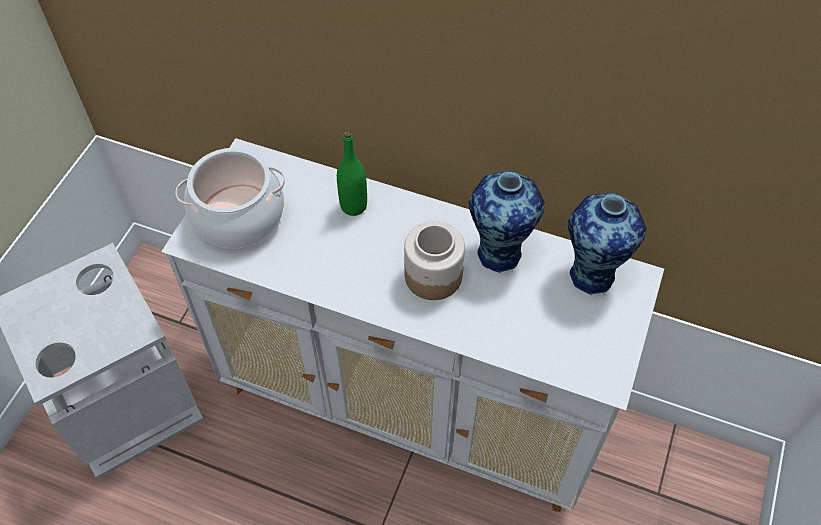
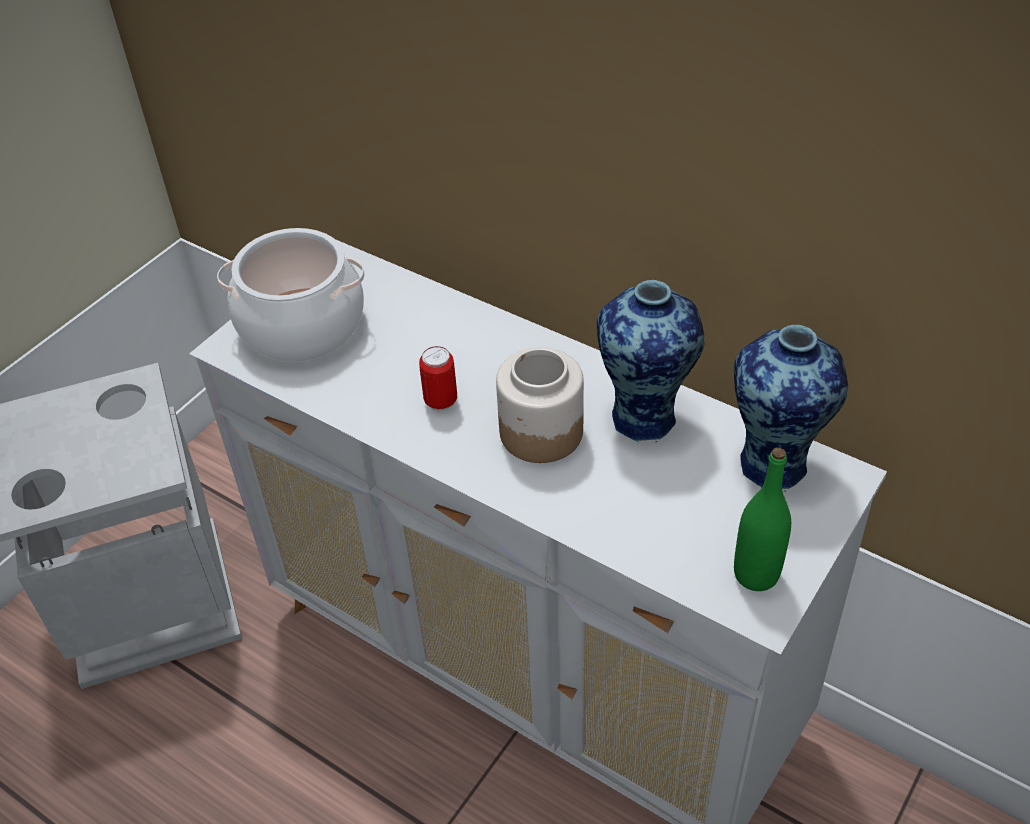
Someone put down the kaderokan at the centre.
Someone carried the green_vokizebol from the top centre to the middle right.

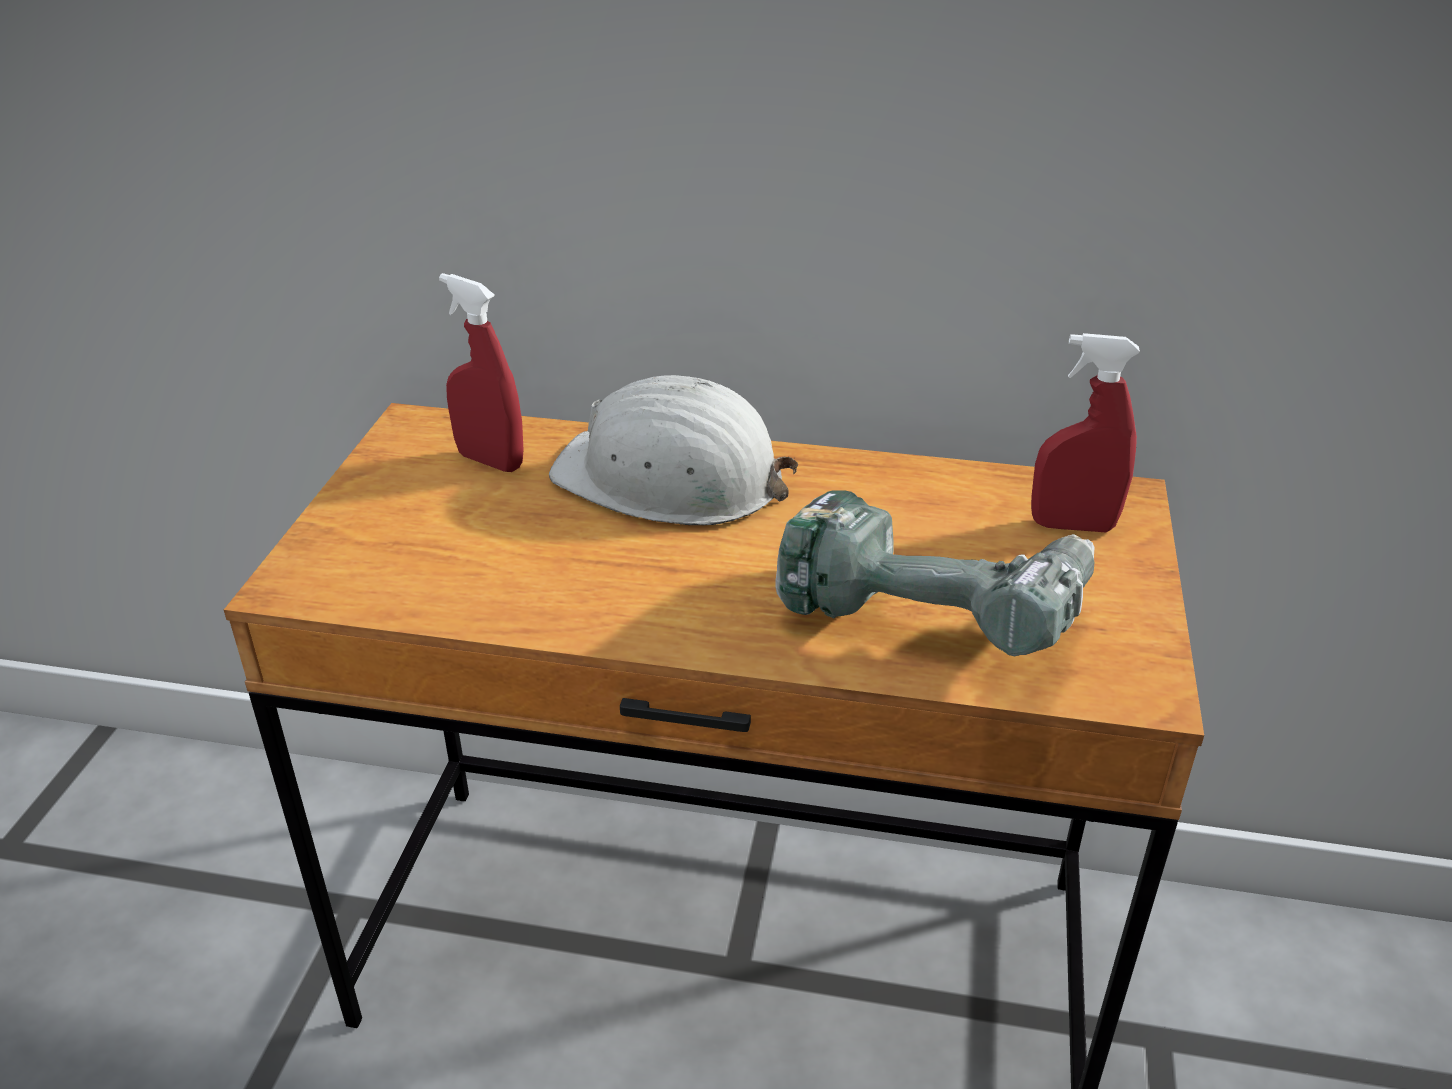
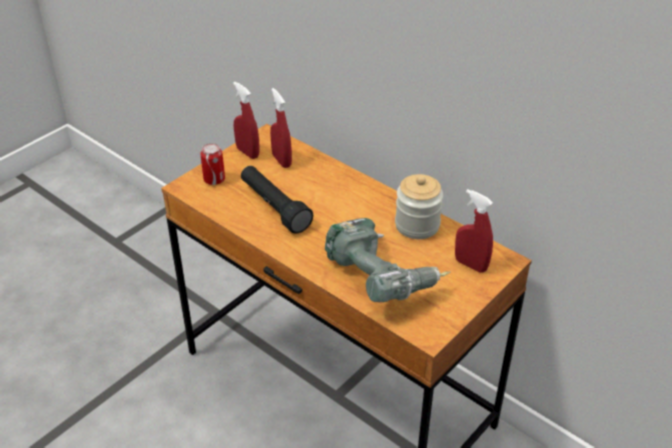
Someone put down the kaderokan at the middle left.
Someone put down the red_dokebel (no. 1 from left) at the top centre.
Someone put down the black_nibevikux at the centre.
Someone put down the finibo at the centre.
Someone took away the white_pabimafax at the centre.

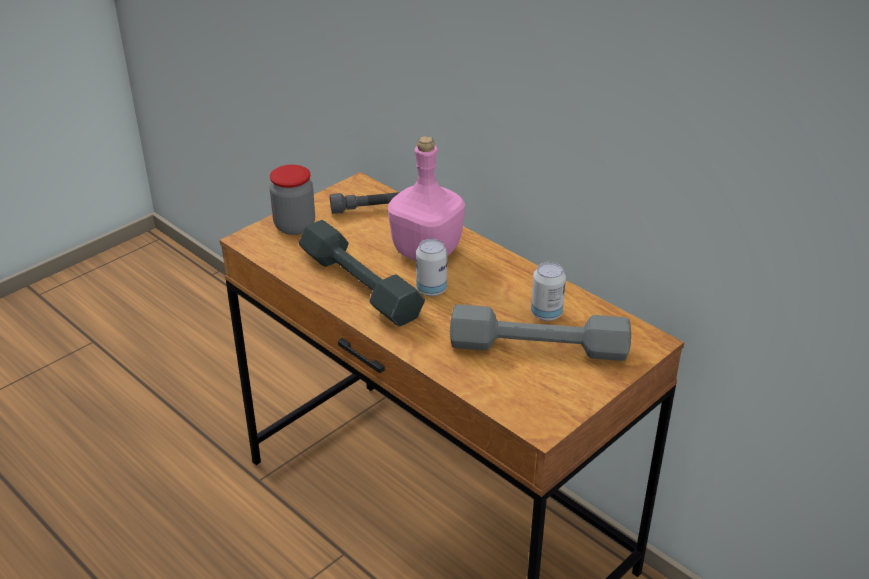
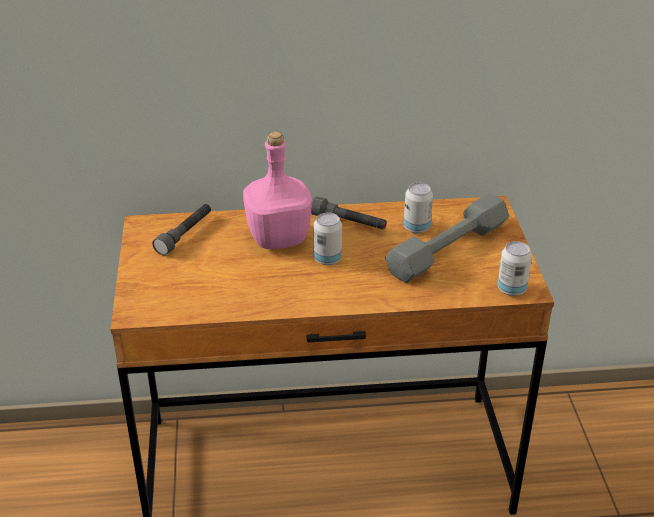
Someone put down the grey_nibevikux (no. 2 from left) at the centre.
Someone put down the kaderokan (no. 3 from left) at the middle right.
Someone took away the finibo at the centre.
Someone took away the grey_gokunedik (no. 1 from left) at the centre.

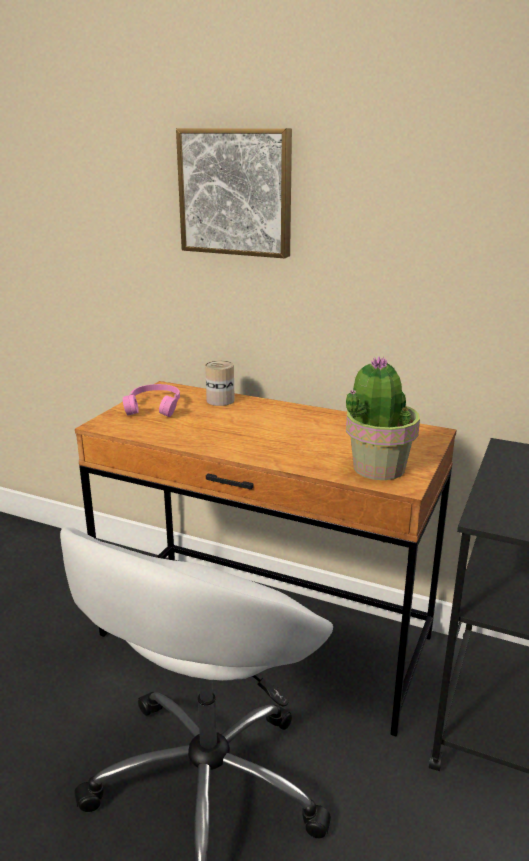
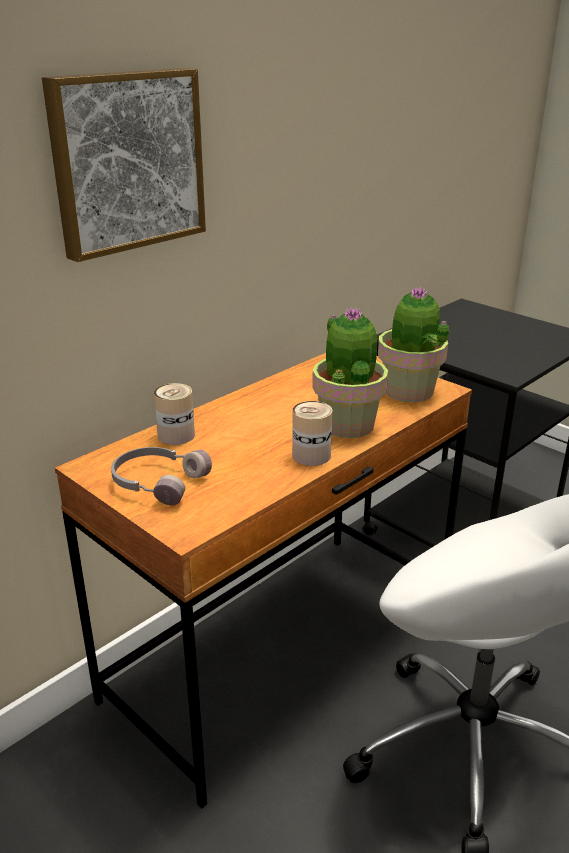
Someone repainted the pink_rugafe at the middle left, which became the grey_rugafe at the middle left.
Someone put down the kaderokan (no. 2 from left) at the centre.
Someone put down the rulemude (no. 1 from left) at the centre.

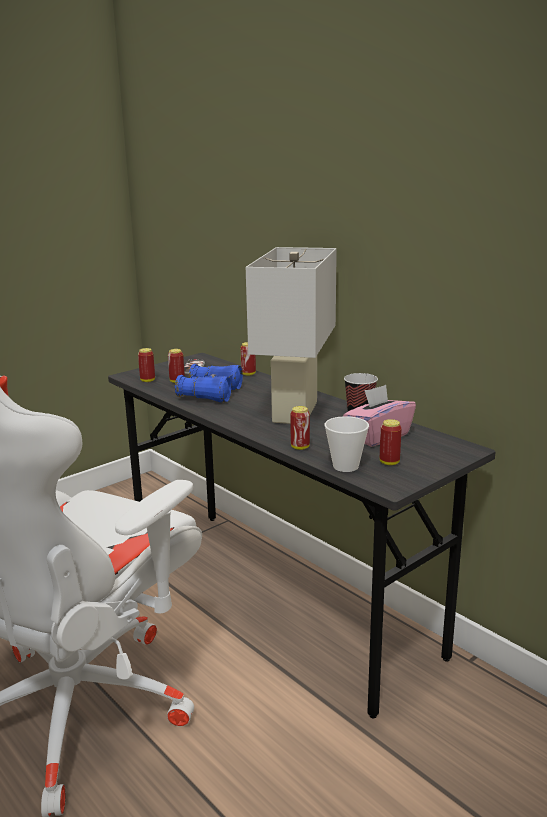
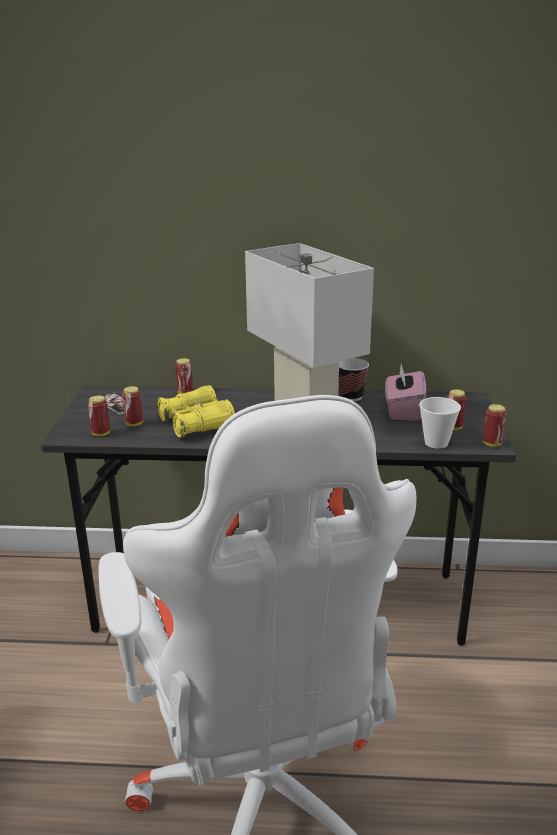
Someone repainted the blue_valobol at the centre, which became the yellow_valobol at the centre.
Someone carried the kaderokan (no. 4 from left in the first image) from the centre to the middle right.

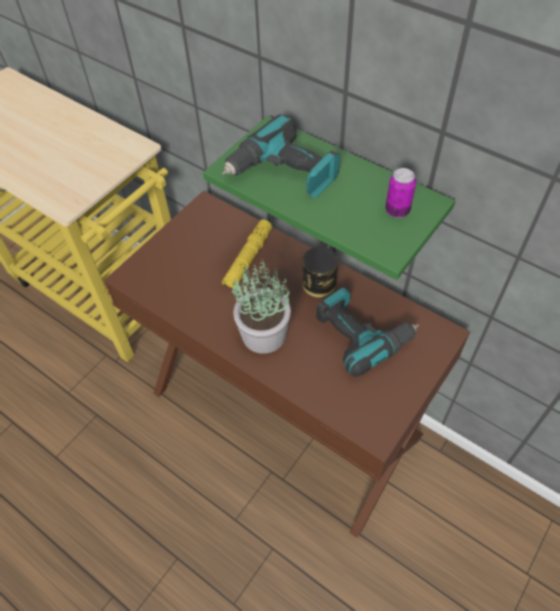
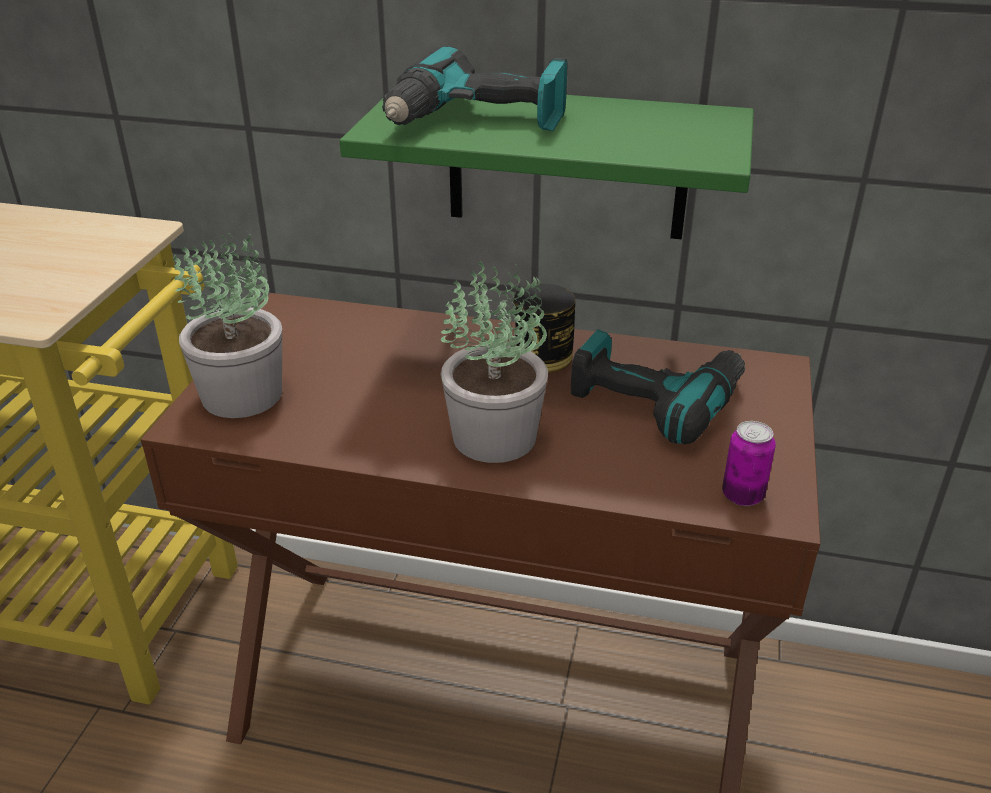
Someone put down the rulemude (no. 1 from left) at the middle left.
Someone carried the kaderokan (no. 2 from left) from the top right to the middle right.
Someone took away the yellow_nibevikux at the centre.

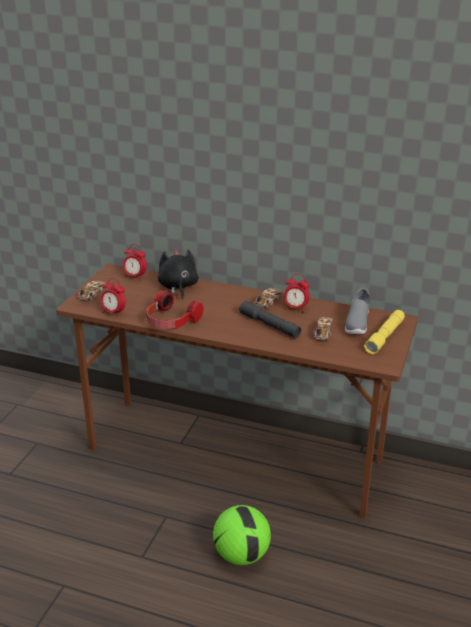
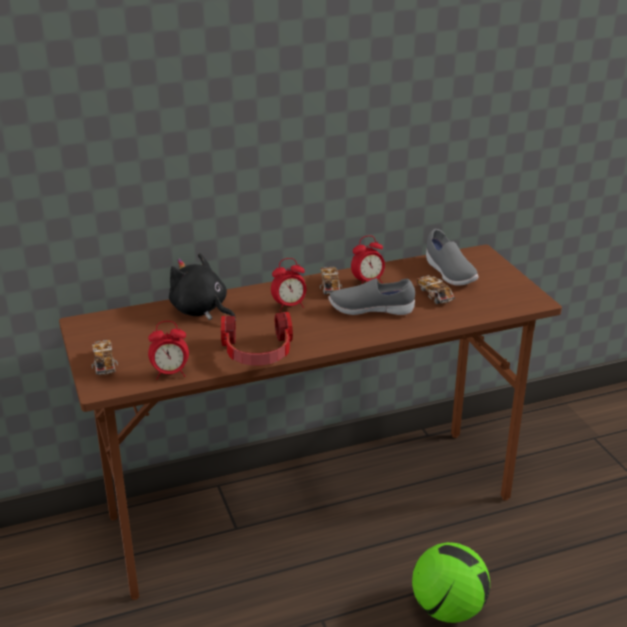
Someone carried the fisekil (no. 2 from left) from the middle left to the centre.
Someone swapped the grey_nibevikux at the centre for the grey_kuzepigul (no. 1 from left) at the centre.
Someone took away the yellow_nibevikux at the middle right.

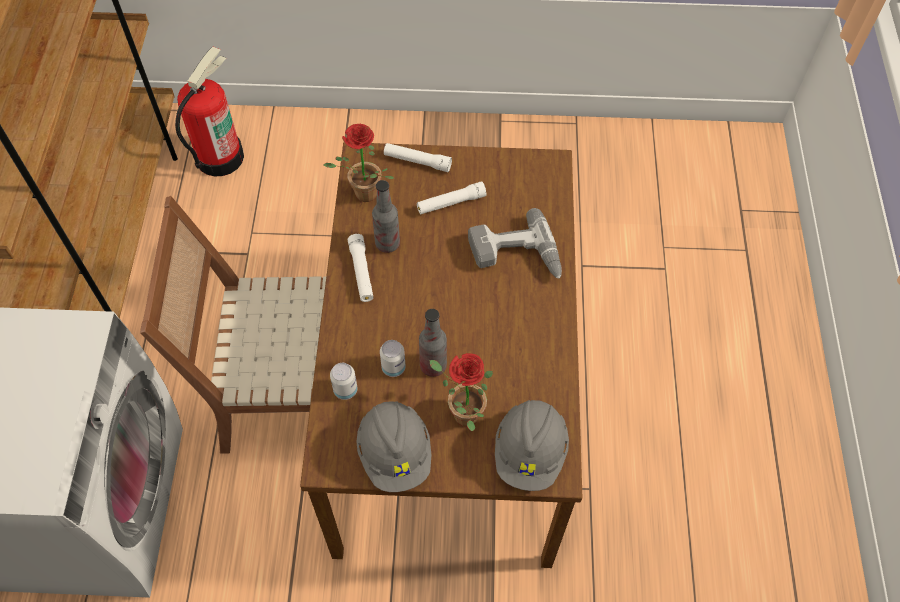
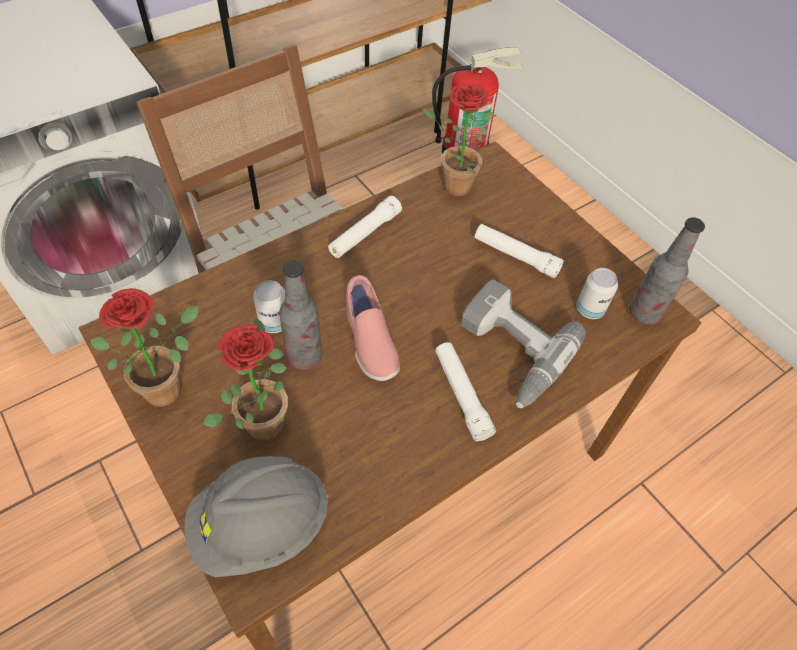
Someone swapped the grey_pabimafax (no. 1 from left) at the bottom centre for the rulemude (no. 1 from left) at the middle left.
Someone put down the pink_kuzepigul at the centre.
Someone carried the white_nibevikux (no. 2 from left) from the top centre to the centre.
Someone carried the kaderokan (no. 1 from left in the first image) from the centre to the middle right.
Someone carried the vokizebol (no. 1 from left in the first image) from the centre to the middle right.

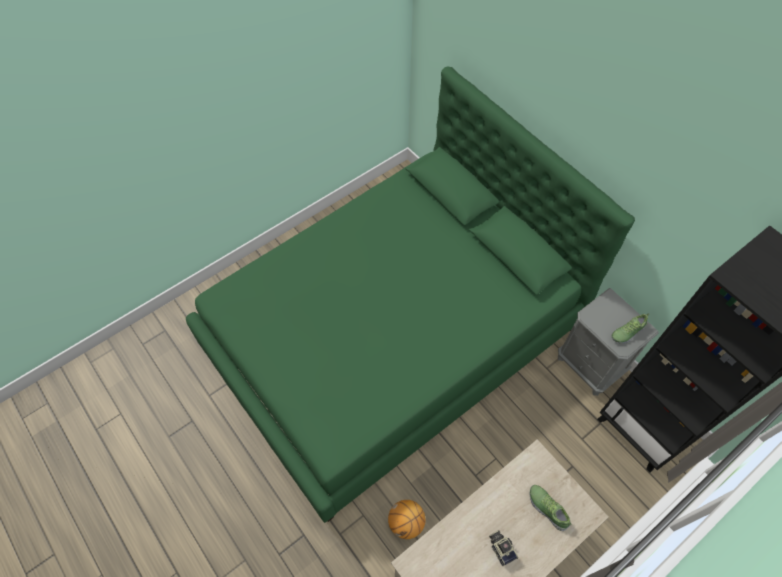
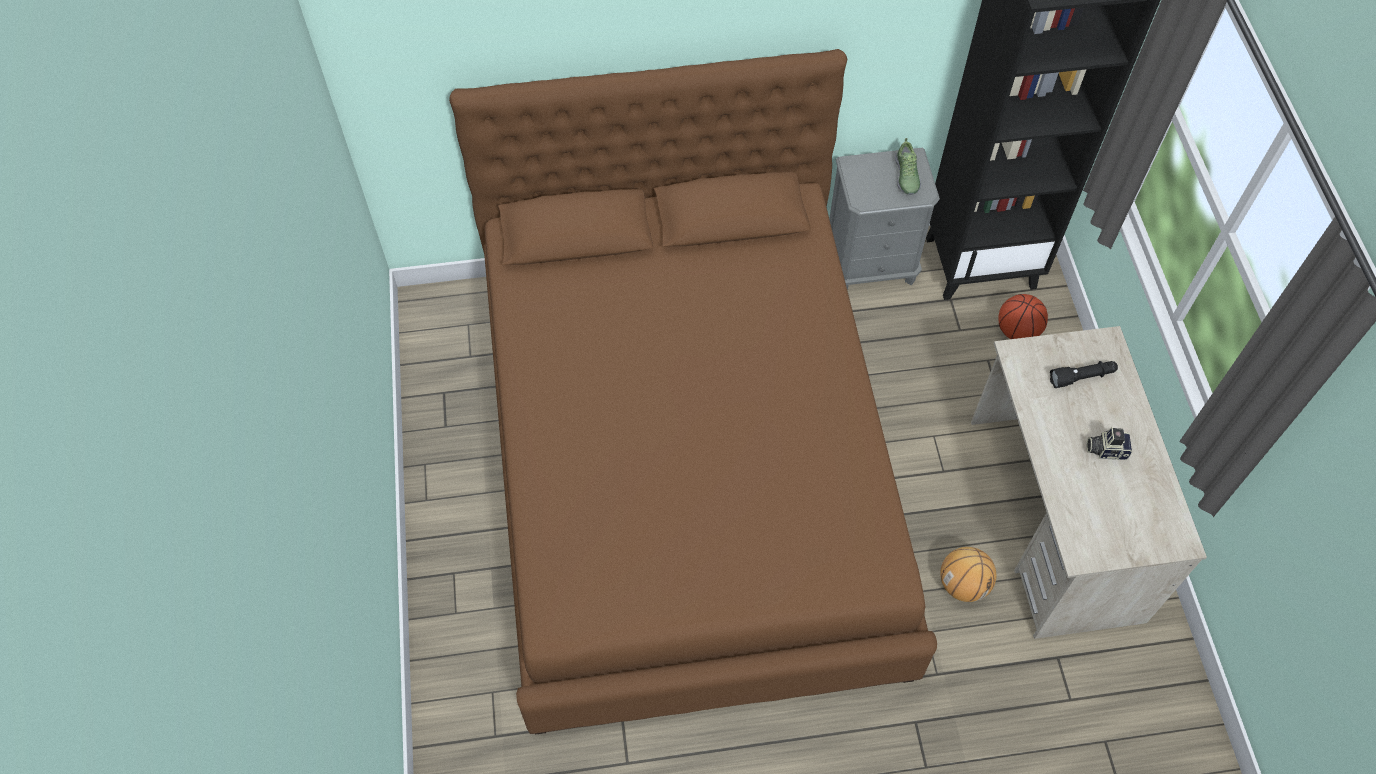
Someone repainted the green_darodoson at the centre, which became the brown_darodoson at the centre.
Someone put down the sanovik (no. 2 from left) at the middle right.
Someone swapped the kuzepigul (no. 1 from left) at the bottom right for the black_nibevikux at the middle right.

